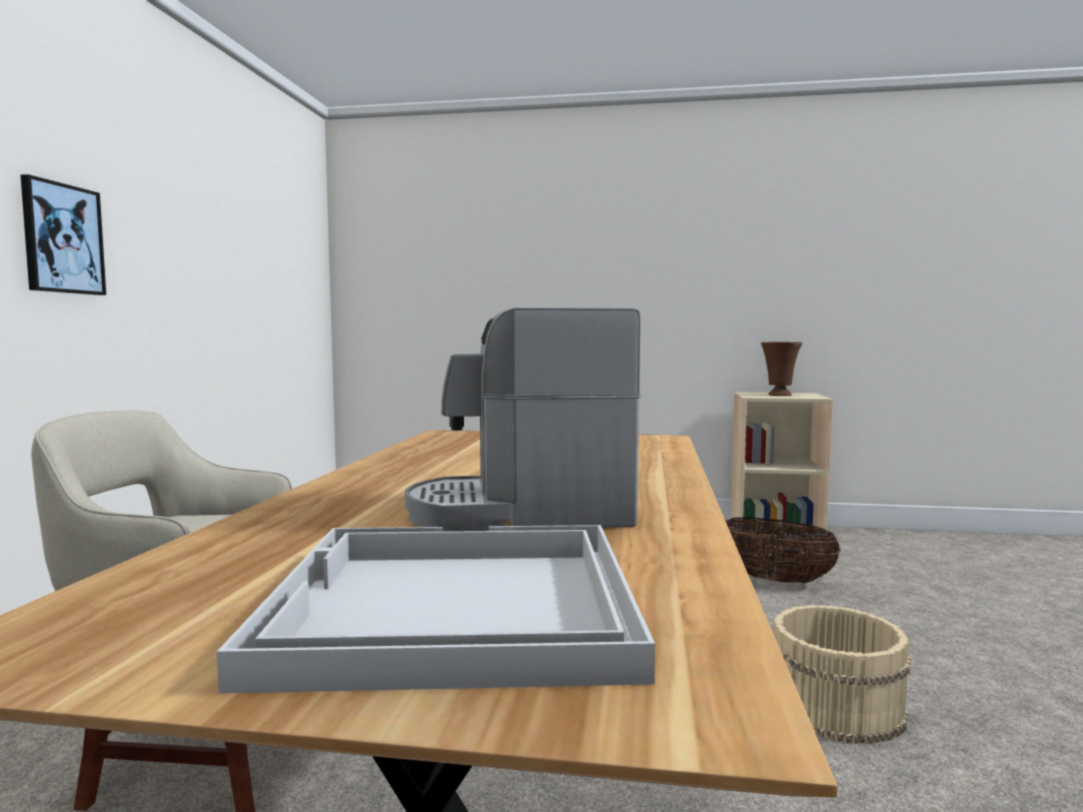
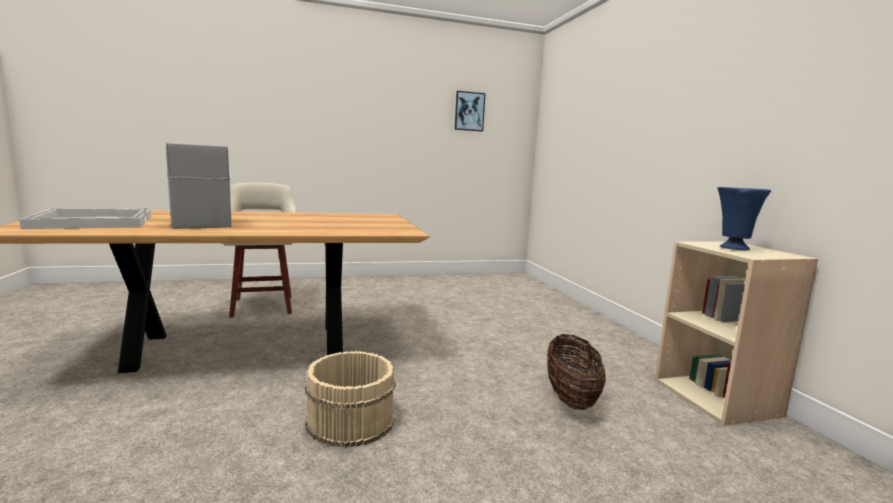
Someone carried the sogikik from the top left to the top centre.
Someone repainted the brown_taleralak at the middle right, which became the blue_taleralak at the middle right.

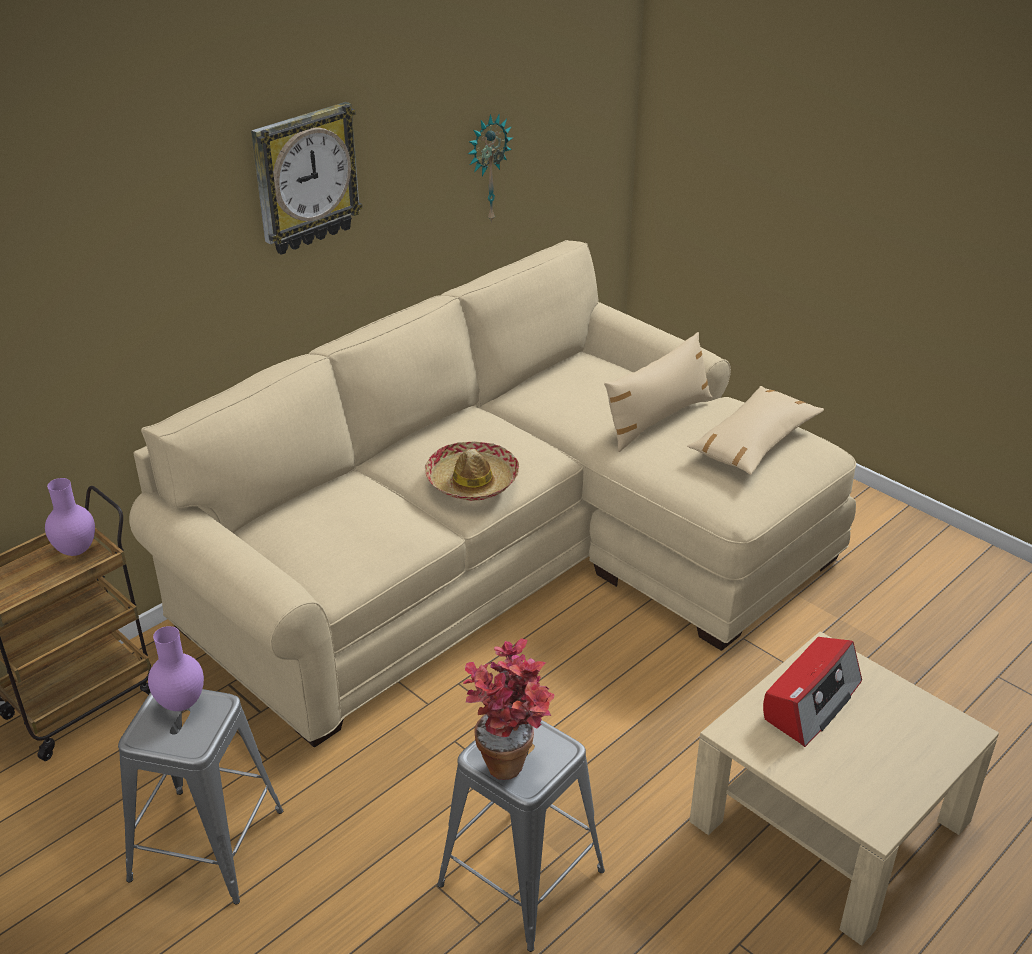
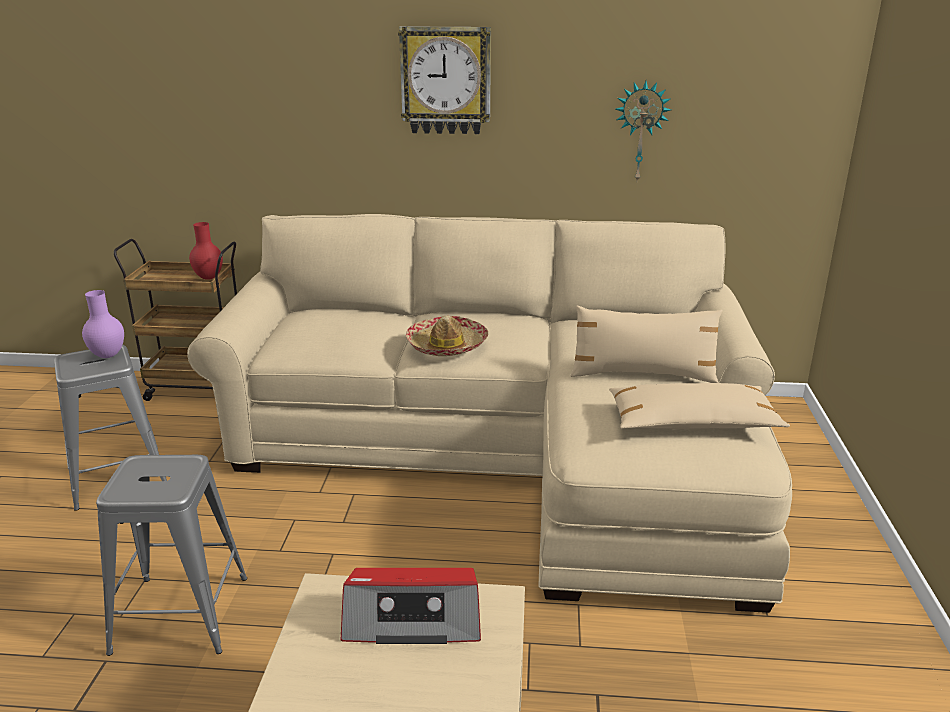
Someone repainted the purple_taleralak (no. 1 from left) at the middle left, which became the red_taleralak at the middle left.
Someone took away the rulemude at the bottom centre.

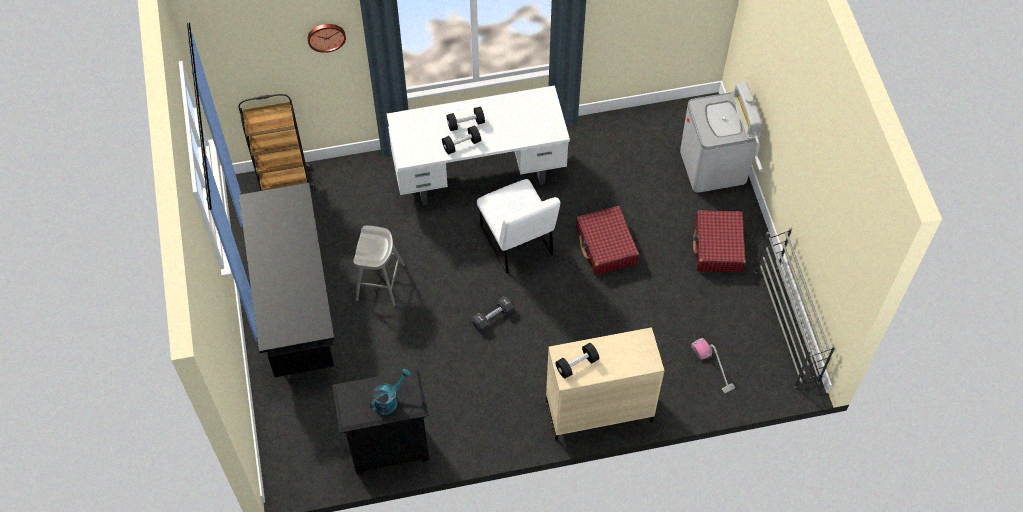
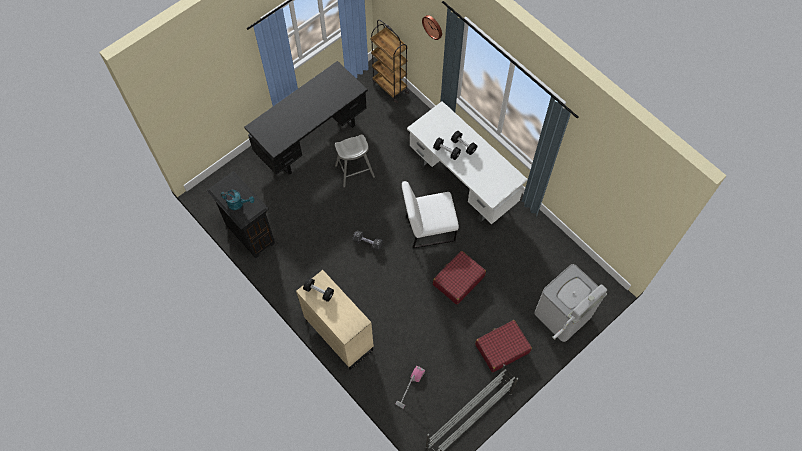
Someone rotated the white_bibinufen at the centre by 45 degrees clockwise.

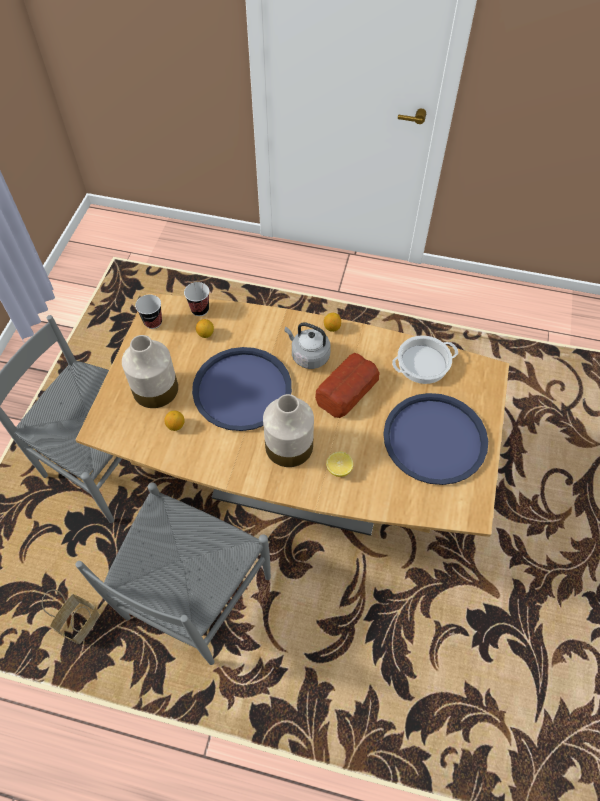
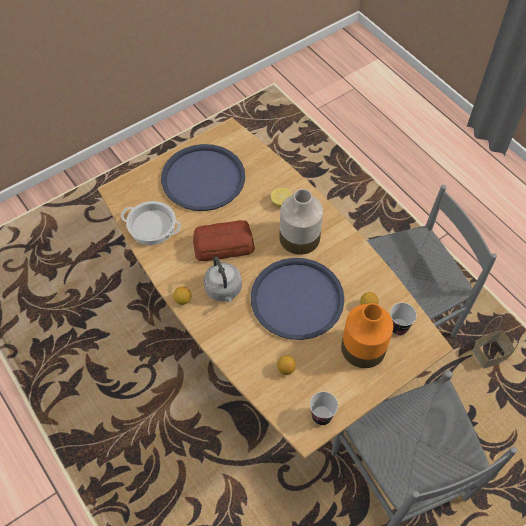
Someone repainted the beige_taleralak (no. 1 from left) at the middle left, which became the orange_taleralak at the middle right.
Someone carried the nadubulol (no. 2 from left) from the middle left to the middle right.

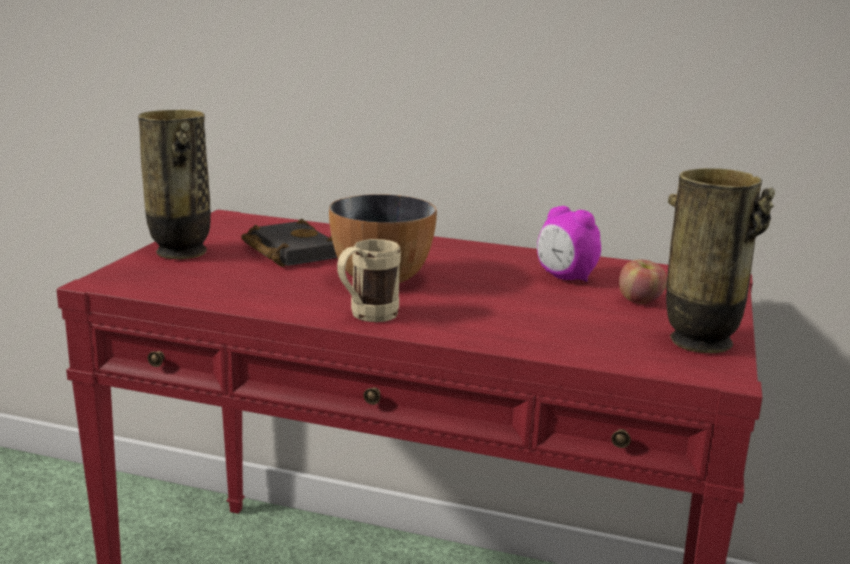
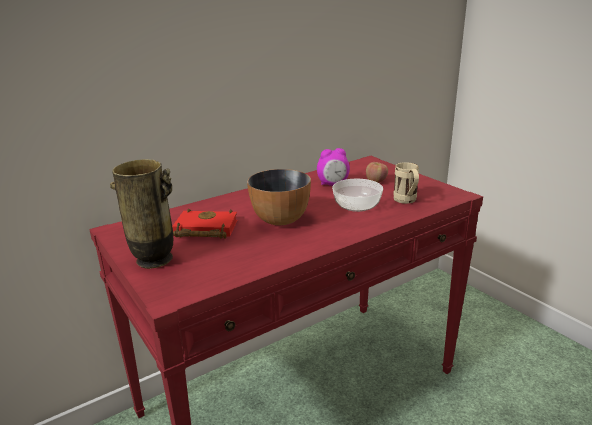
Someone repainted the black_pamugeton at the centre, which became the red_pamugeton at the centre.
Someone put down the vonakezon (no. 2 from left) at the centre.
Someone carried the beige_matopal from the centre to the middle right.
Someone took away the taleralak (no. 2 from left) at the middle right.

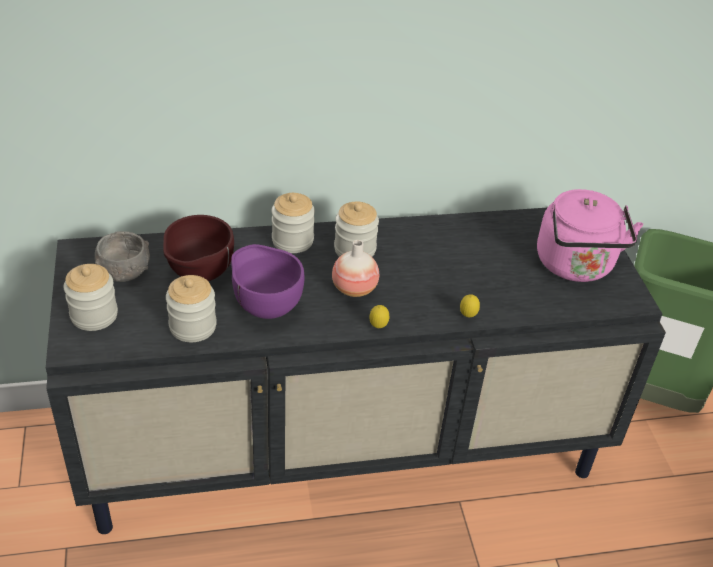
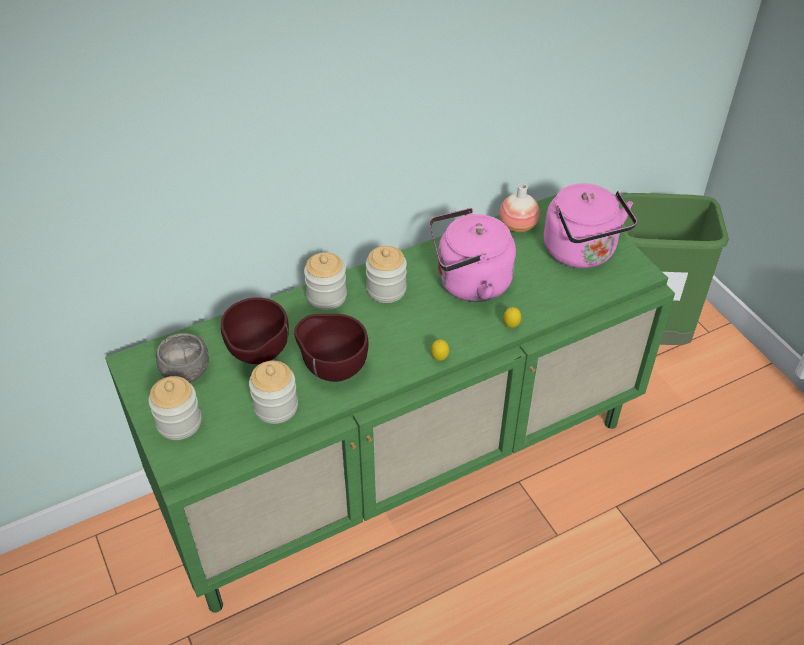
Someone repainted the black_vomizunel at the centre, which became the green_vomizunel at the centre.
Someone repainted the purple_vonakezon at the centre, which became the brown_vonakezon (no. 2 from left) at the centre.
Someone put down the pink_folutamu (no. 1 from left) at the centre.
Someone carried the taleralak from the centre to the top centre.

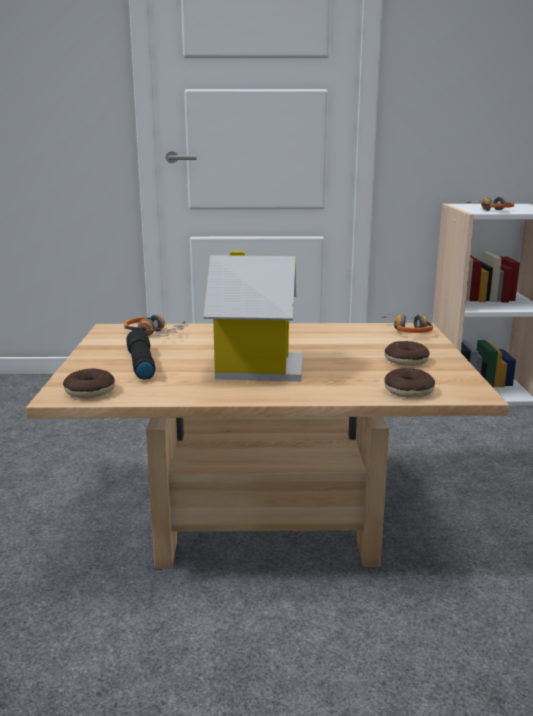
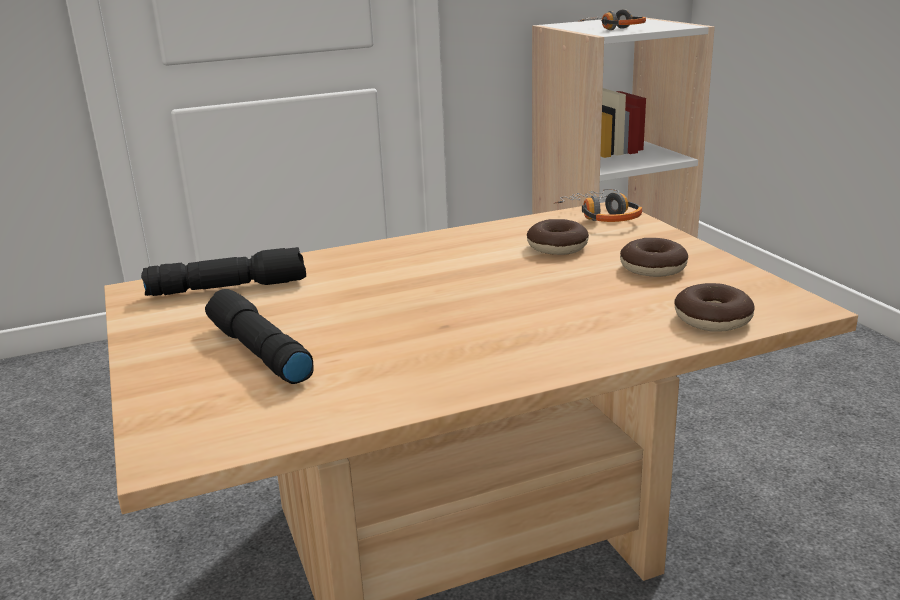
Someone swapped the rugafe (no. 1 from left) at the middle left for the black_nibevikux (no. 1 from left) at the middle left.
Someone carried the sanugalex (no. 1 from left) from the middle left to the centre.
Someone took away the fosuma at the centre.

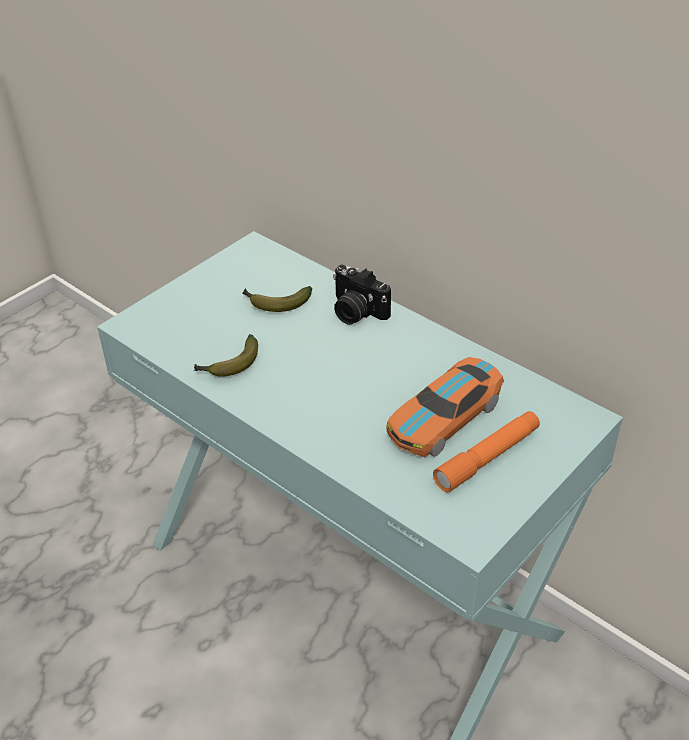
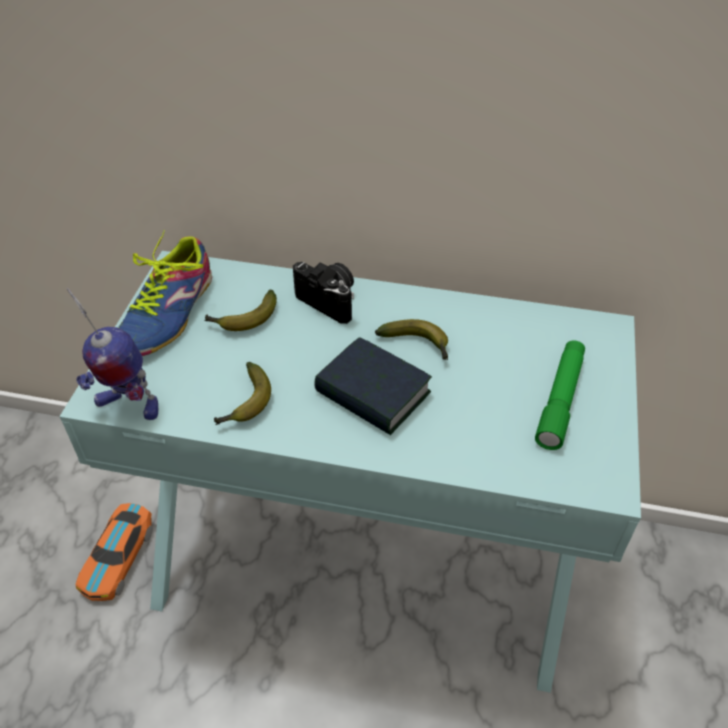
Someone put down the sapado at the middle left.
Someone carried the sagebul from the centre to the bottom left.
Someone put down the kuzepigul at the middle left.
Someone rotated the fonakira at the centre by 150 degrees counterclockwise.
Someone put down the pamugeton at the centre.
Someone put down the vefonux (no. 3 from left) at the centre.
Someone repainted the orange_nibevikux at the middle right, which became the green_nibevikux at the middle right.

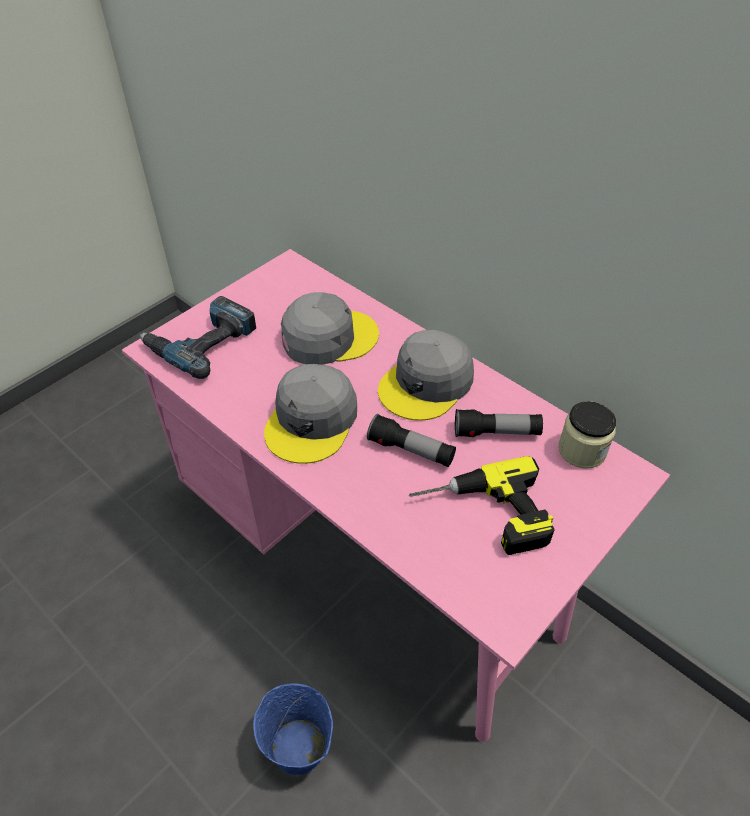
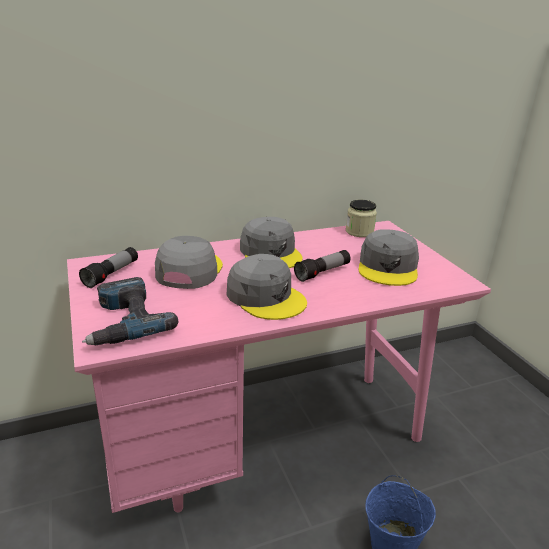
Someone carried the nibevikux (no. 2 from left in the first image) from the centre to the middle left.
Someone swapped the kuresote (no. 2 from left) at the centre for the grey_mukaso (no. 4 from left) at the middle right.

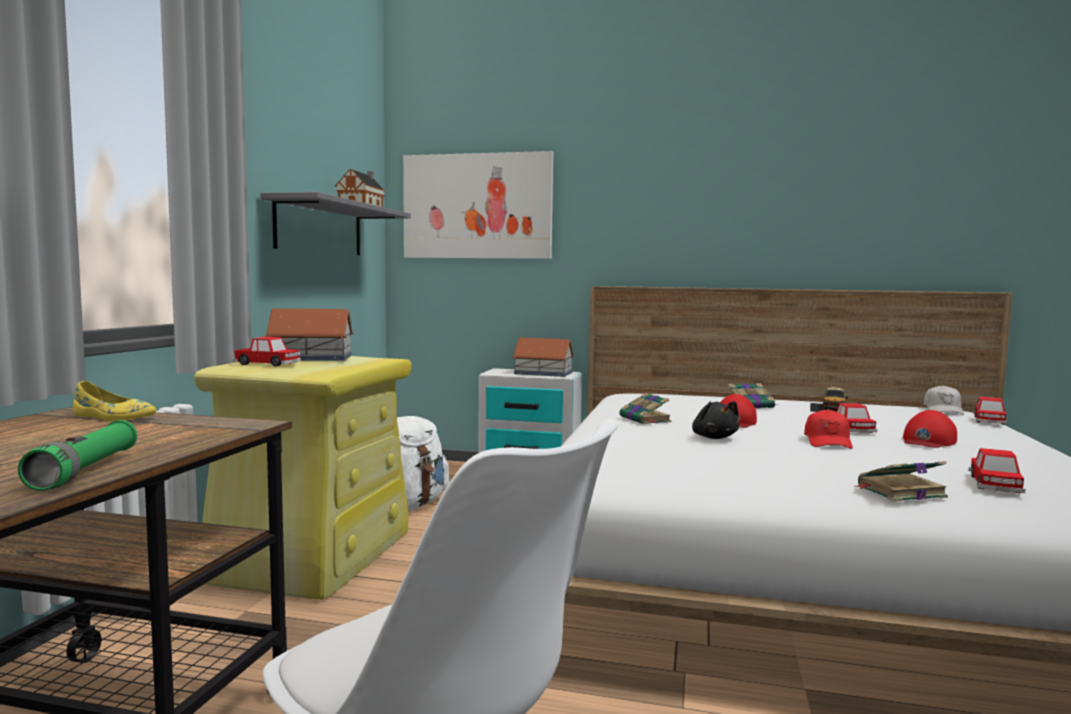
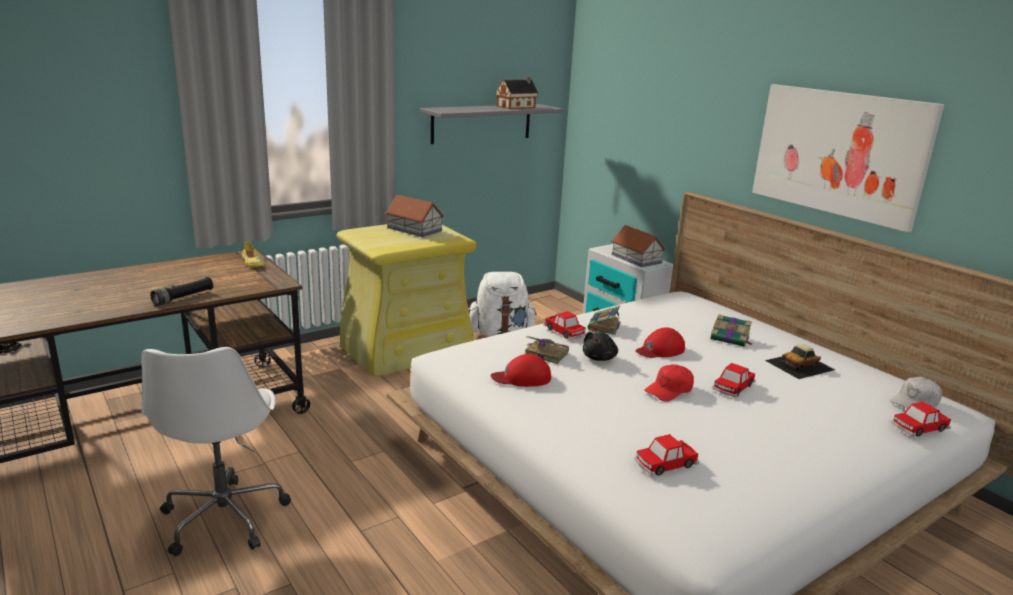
Someone repainted the green_nibevikux at the middle left, which became the black_nibevikux at the middle left.
Someone carried the red_mukaso (no. 3 from left in the first image) from the middle right to the centre.
Someone carried the pamugeton (no. 3 from left in the first image) from the bottom right to the centre.
Someone carried the sagebul (no. 1 from left) from the middle left to the centre.
Someone carried the sogikik from the top centre to the top right.

